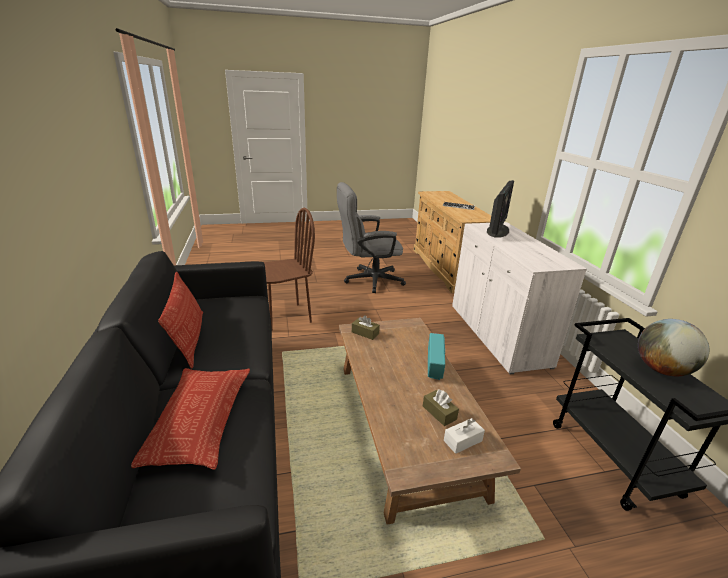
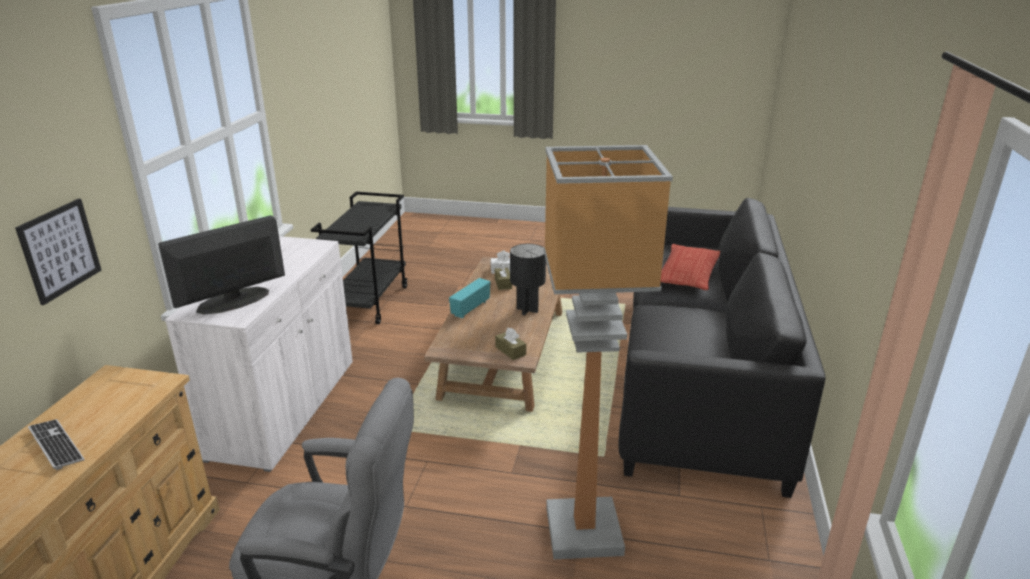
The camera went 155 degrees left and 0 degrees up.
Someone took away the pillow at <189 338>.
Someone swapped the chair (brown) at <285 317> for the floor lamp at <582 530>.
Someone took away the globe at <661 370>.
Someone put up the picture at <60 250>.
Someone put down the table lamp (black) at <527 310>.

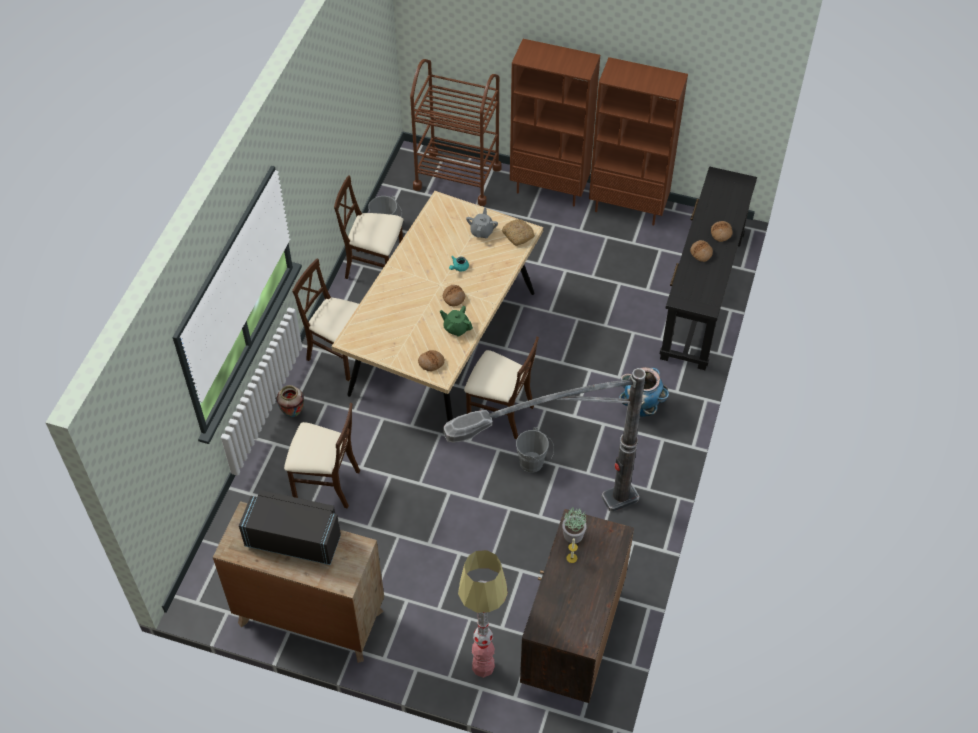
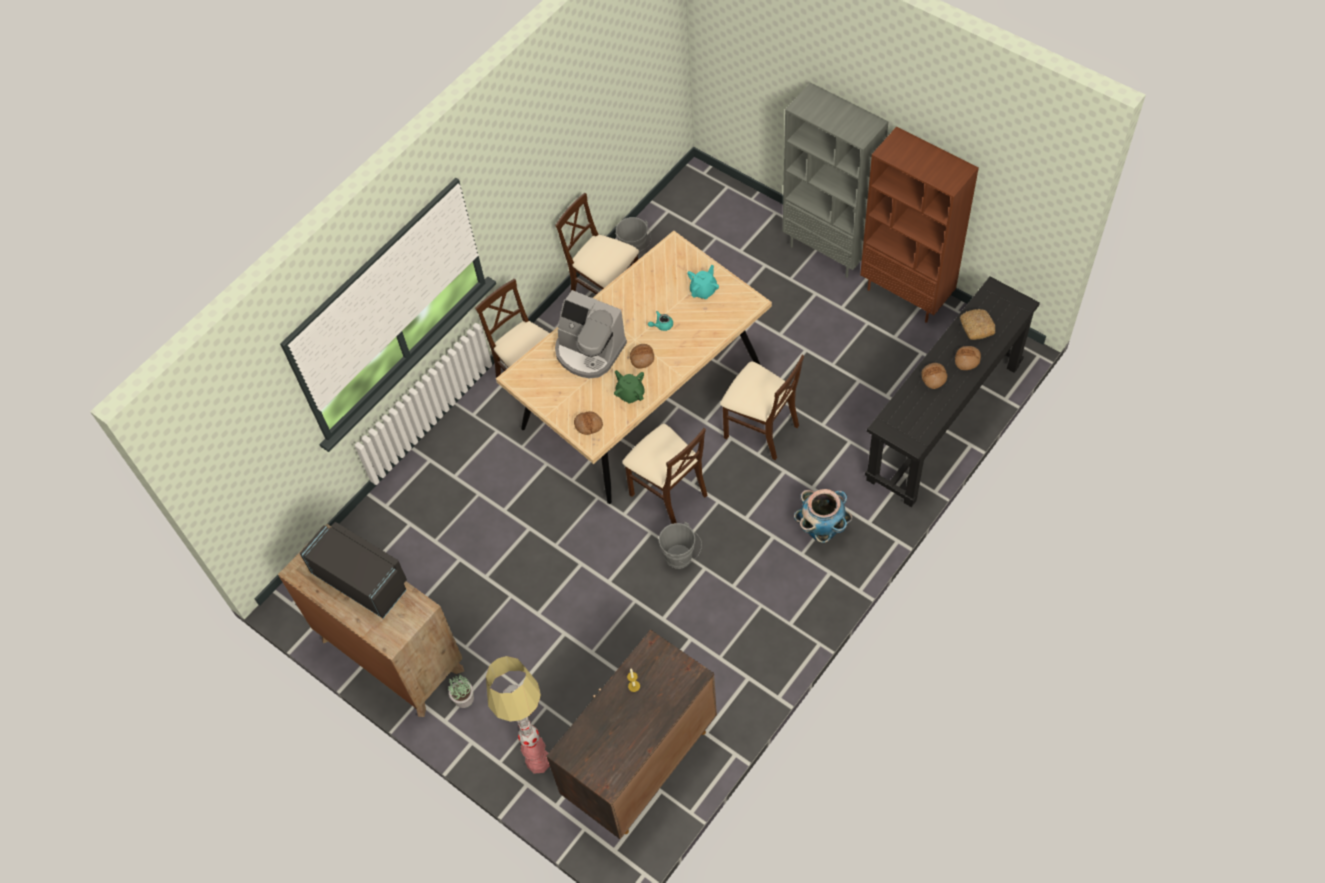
The camera went 25 degrees right and 5 degrees up.
Someone took away the vase at <293 413>.
Someone carried the chair (beige) from <326 484> to <761 429>.
Someone took away the cart (brown) at <457 178>.
Someone took away the floor lamp at <545 527>.
Someone repainted the teapot (grey) at <482 231>, which became the teapot (turquoise) at <703 290>.
Someone carried the bread from <517 235> to <976 327>.
Someone repainted the bookcase (brown) at <550 189>, which became the bookcase (grey) at <828 251>.
Someone carried the potted plant from <573 535> to <464 699>.
Someone put down the coffee machine at <589 351>.

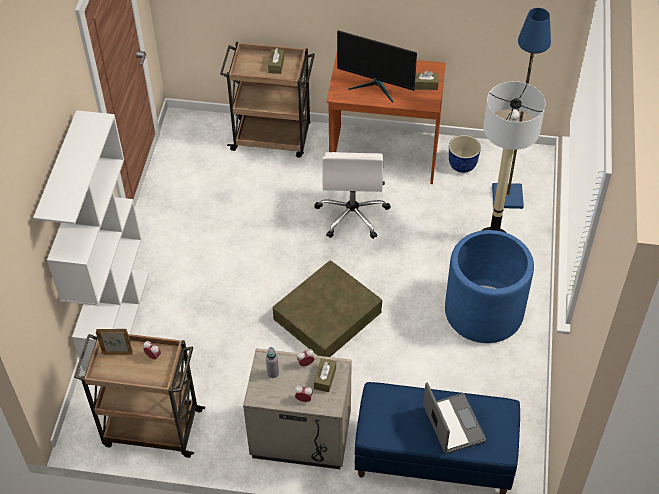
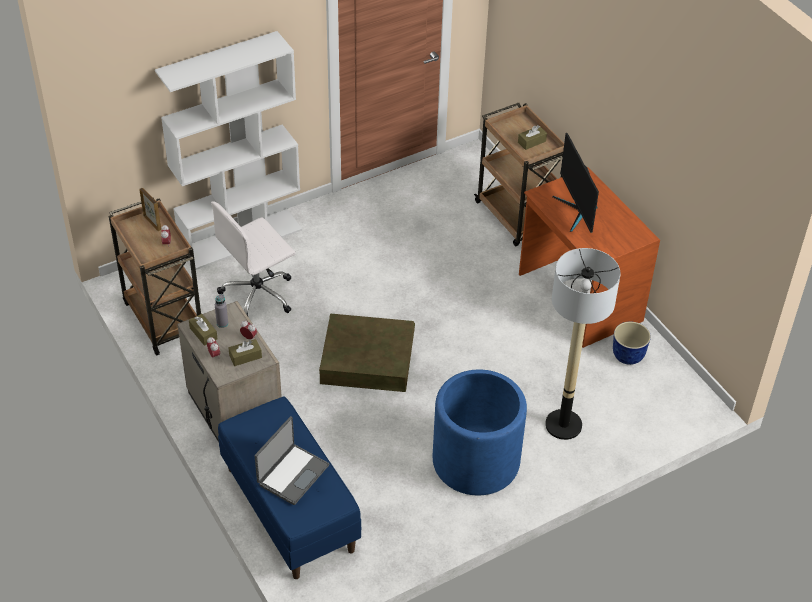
The camera went 50 degrees right and 5 degrees down.
Someone carried the office chair (white) from <352 214> to <259 293>.
Someone carried the tissue box (brown) from <425 85> to <203 333>.
Someone took away the floor lamp (blue) at <508 197>.

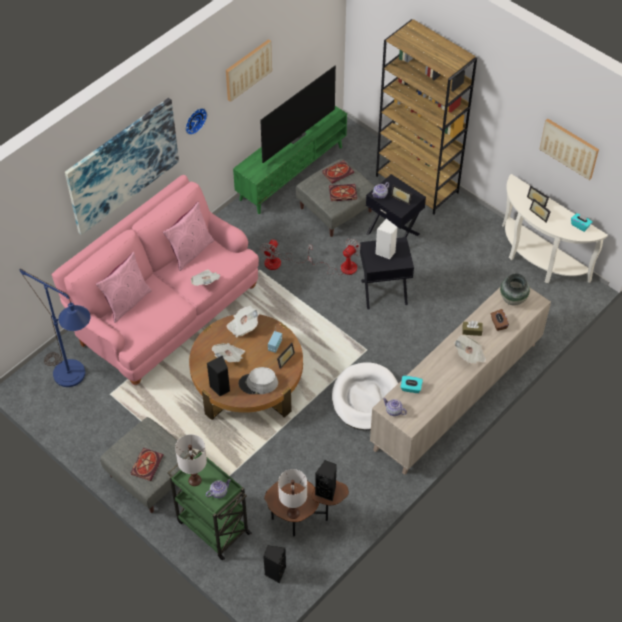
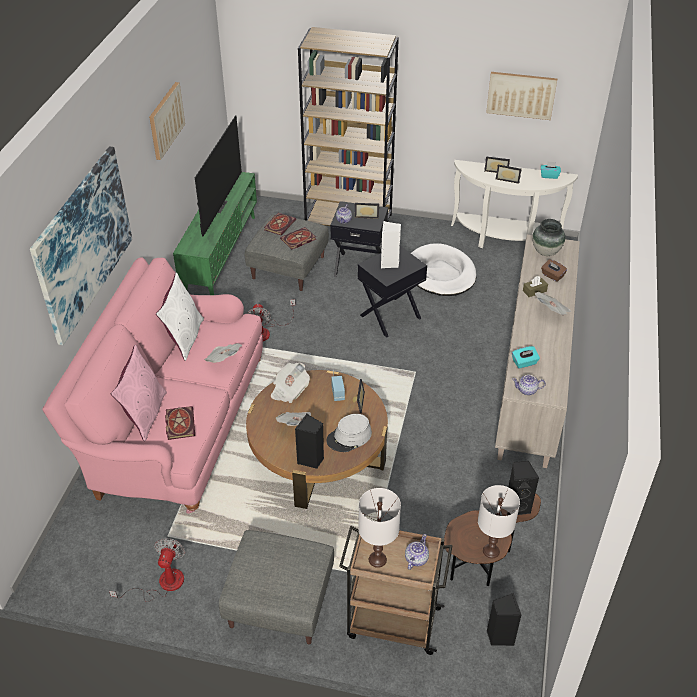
The camera went 30 degrees left and 10 degrees down.
Someone took away the floor lamp (blue) at <75 379>.
Someone carried the book from <146 464> to <179 423>.
Someone repainted the pillow (pink) at <190 251>, which became the pillow (white) at <184 338>.
Someone repainted the cart (green) at <212 526>, which became the cart (brown) at <392 622>.
Someone took away the wall clock at <194 120>.
Someone carried the fan from <342 268> to <162 584>.
Someone carried the dog bed (white) from <365 398> to <440 273>.

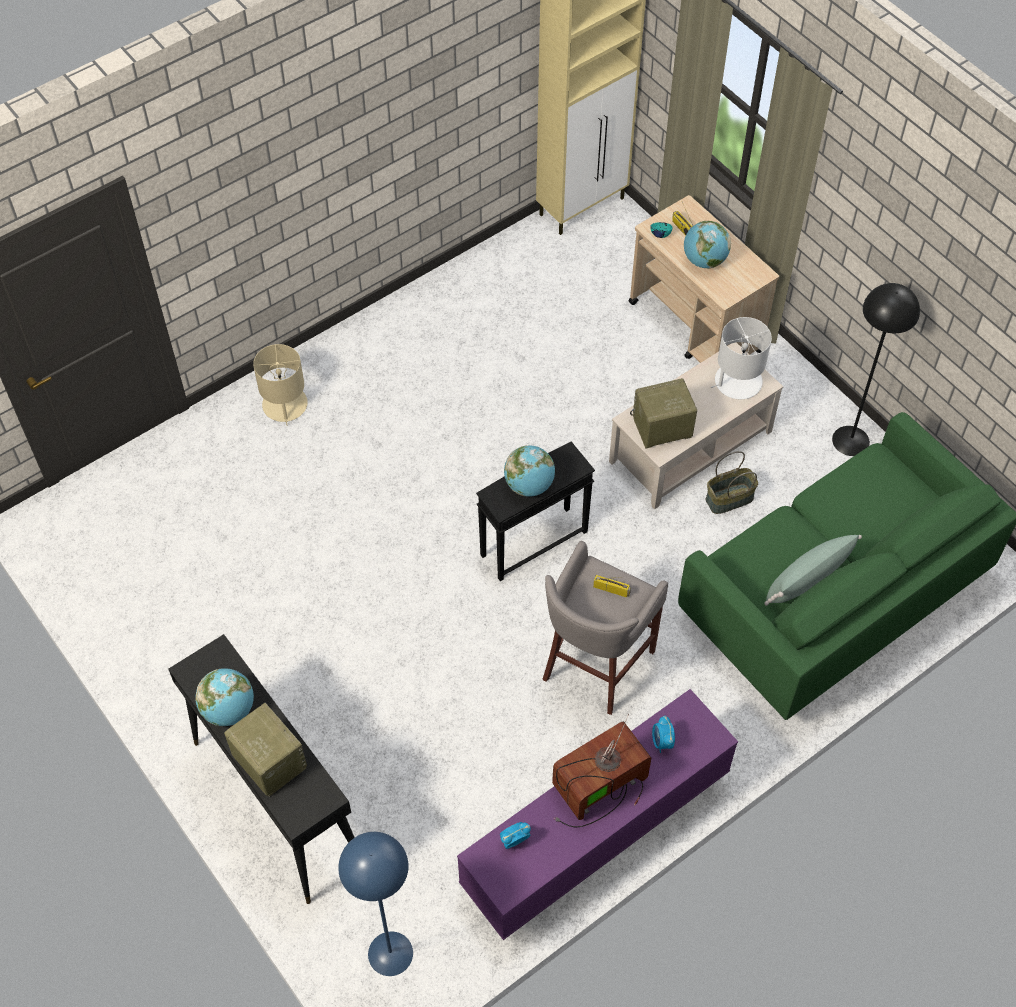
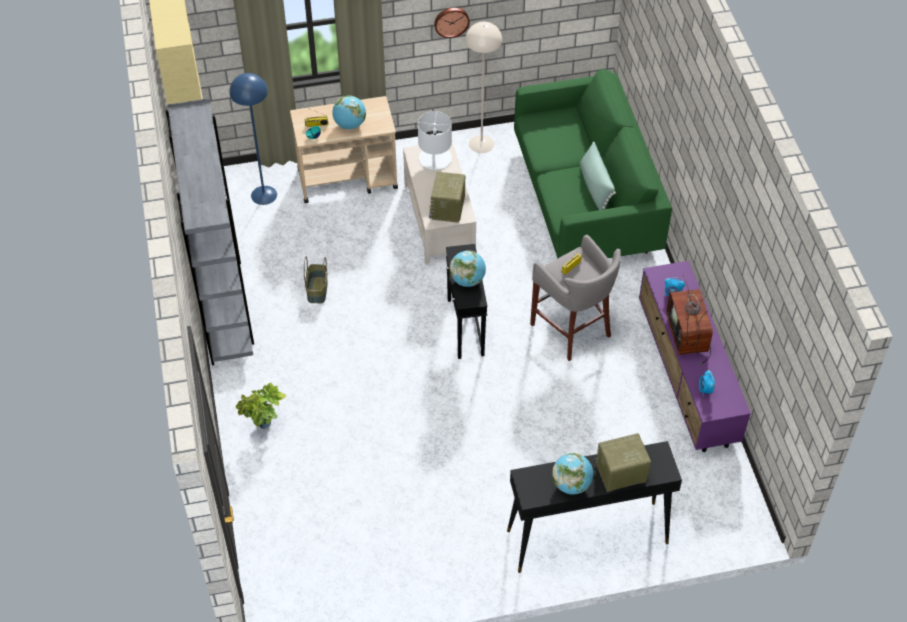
The camera went 65 degrees left and 5 degrees down.
Someone swapped the table lamp (beige) at <285 405> for the potted plant at <264 426>.
Someone carried the floor lamp (blue) from <390 953> to <263 195>.
Someone carried the basket from <729 499> to <318 290>.
Someone repainted the floor lamp (black) at <851 441>, which became the floor lamp (beige) at <481 144>.
Someone put down the bookcase (grey) at <225 305>.
Someone put up the wall clock at <451 21>.

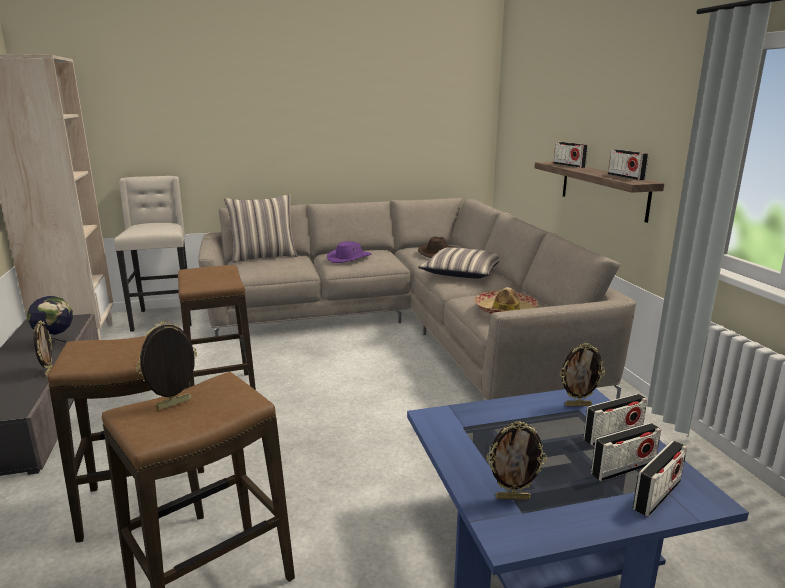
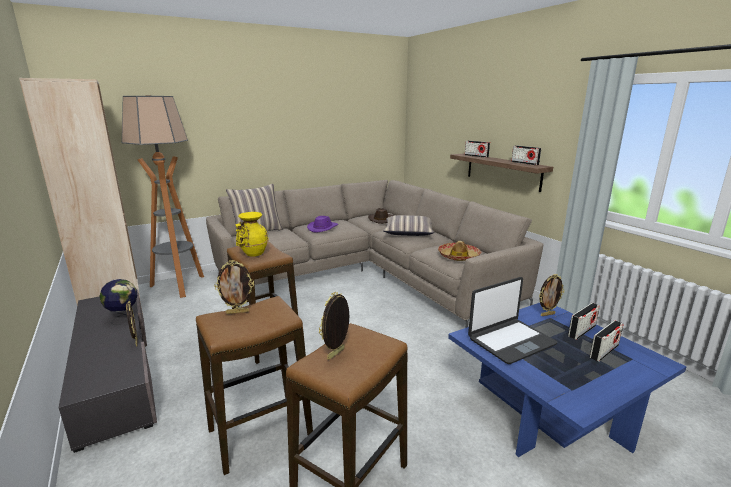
The camera went 15 degrees left and 0 degrees up.
Someone swapped the stool (beige) at <164 318> for the floor lamp at <179 286>.
Someone carried the picture frame from <512 497> to <237 312>.
Someone took away the radio at <657 495>.
Someone put down the vase (yellow) at <253 254>.
Someone put down the laptop at <510 341>.

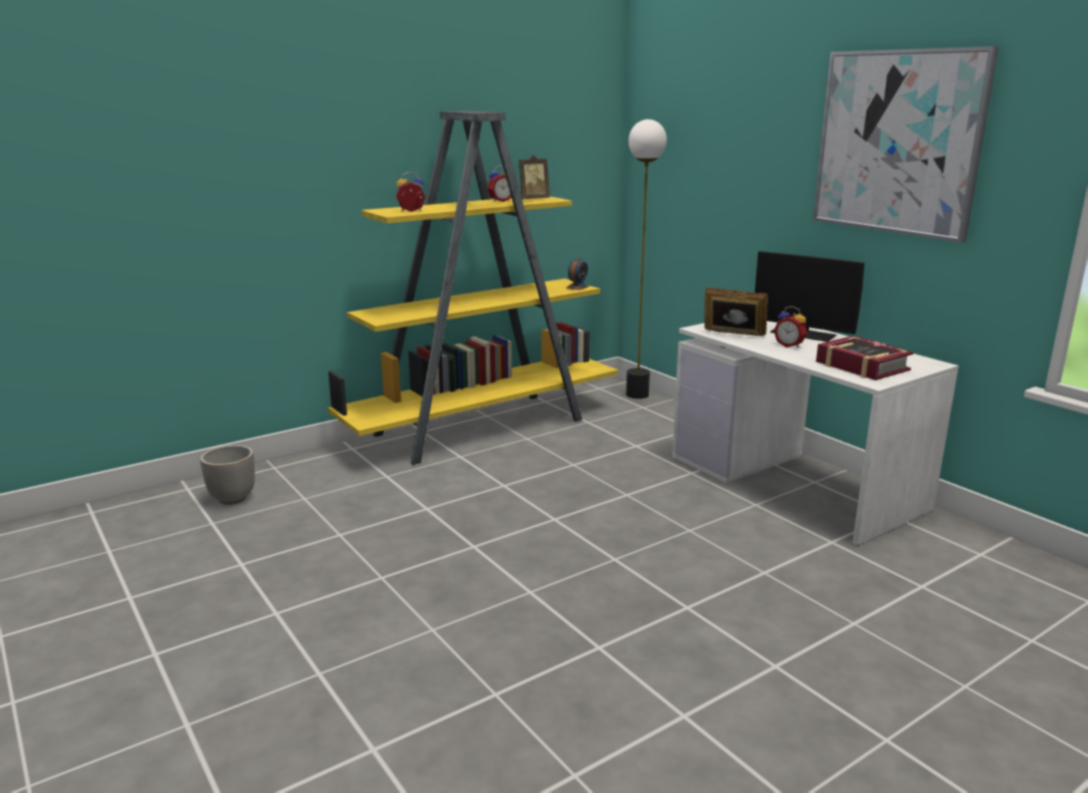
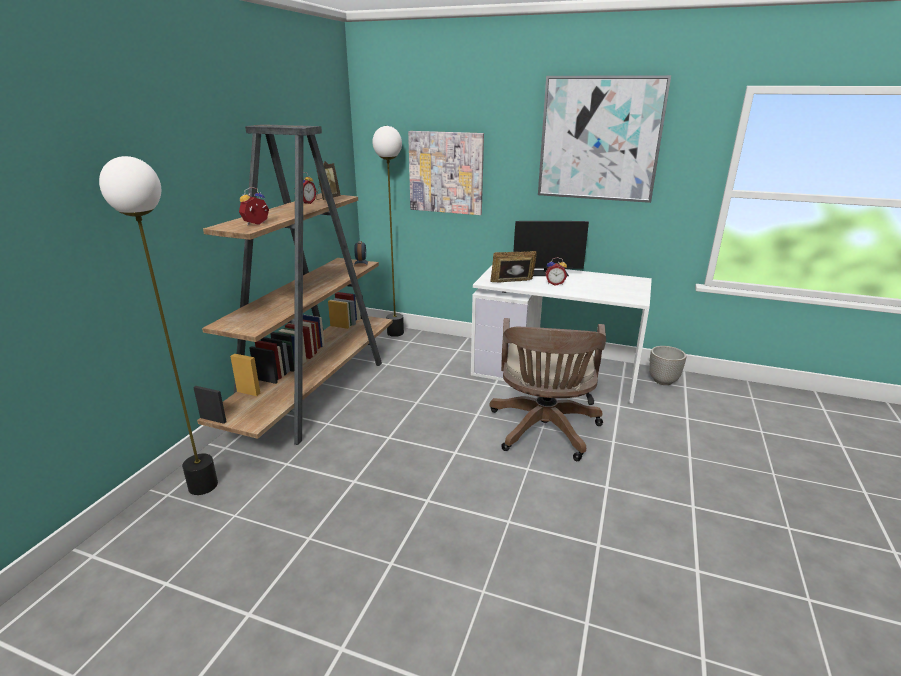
The camera went 35 degrees left and 5 degrees up.
Someone carried the planter from <233 499> to <663 381>.
Someone repainted the bookcase (yellow) at <483 427>, which became the bookcase (brown) at <315 391>.
Someone took away the book at <861 366>.
Someone put down the floor lamp at <202 486>.
Someone put up the picture at <446 172>.
Someone put down the office chair (brown) at <544 432>.

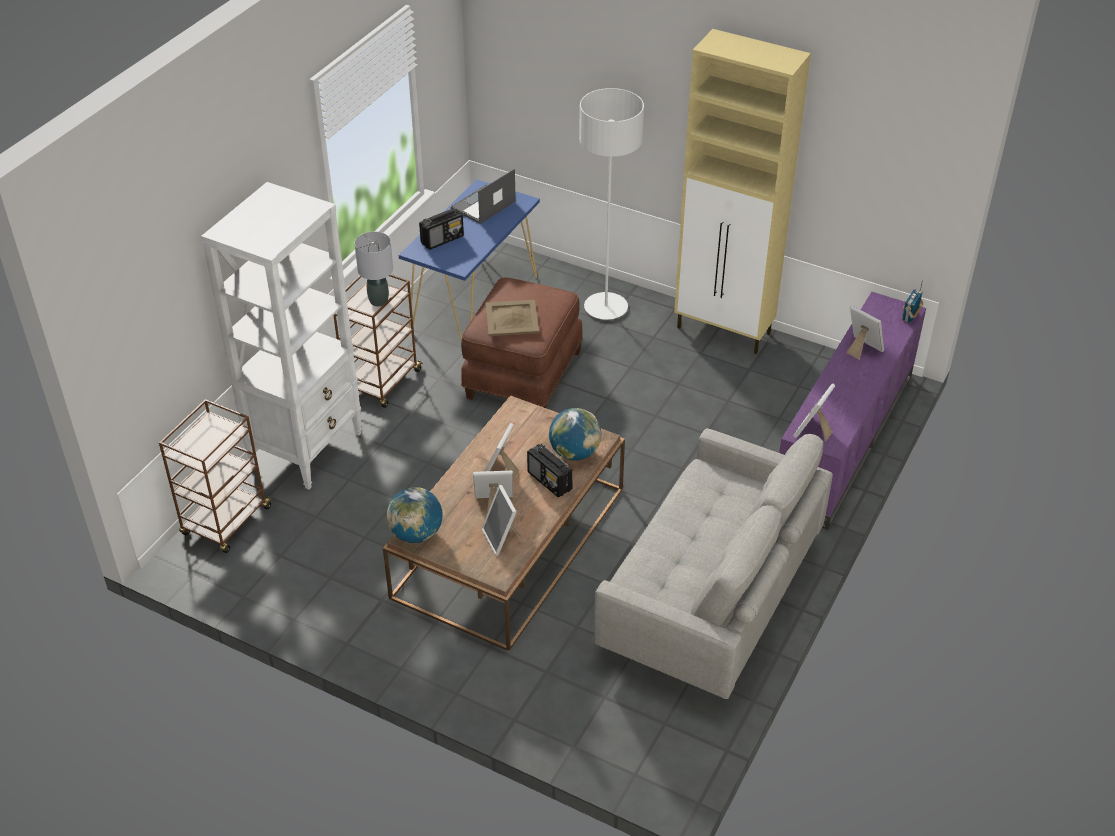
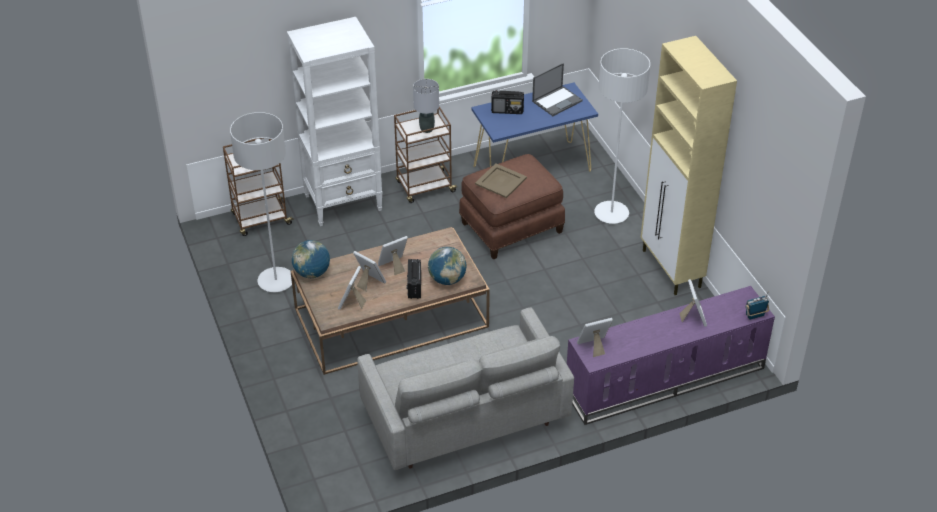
The camera went 40 degrees right and 0 degrees up.
Someone rotated the laptop at <483 205> by 150 degrees clockwise.
Someone put down the floor lamp (grey) at <276 281>.

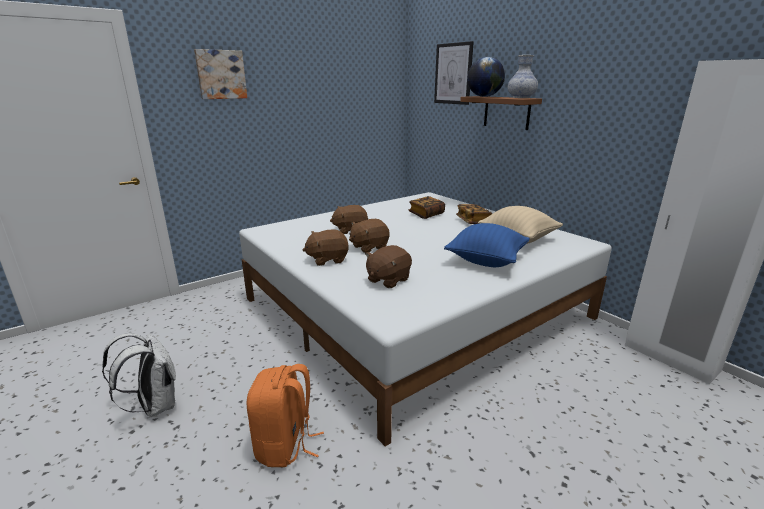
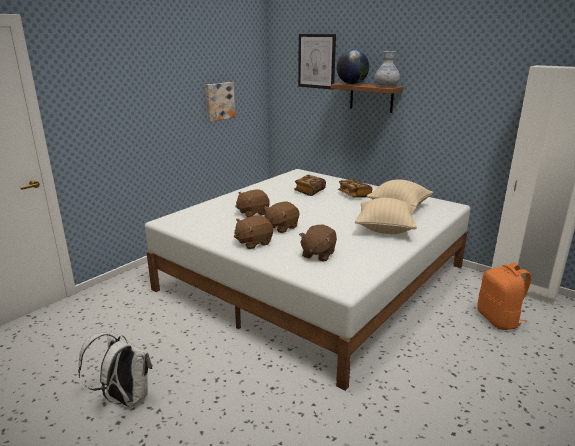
The camera went 15 degrees left and 0 degrees up.
Someone carried the picture from <221 74> to <219 101>.
Someone carried the backpack (orange) from <285 445> to <499 320>.
Someone repainted the pillow (blue) at <486 261>, which became the pillow (beige) at <385 229>.

